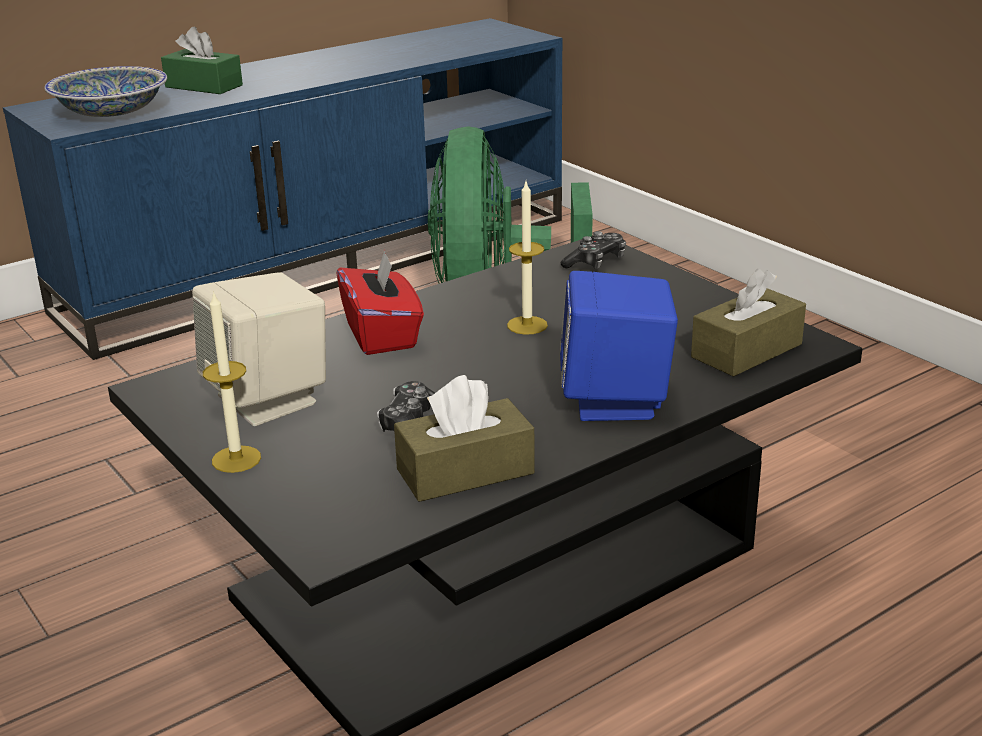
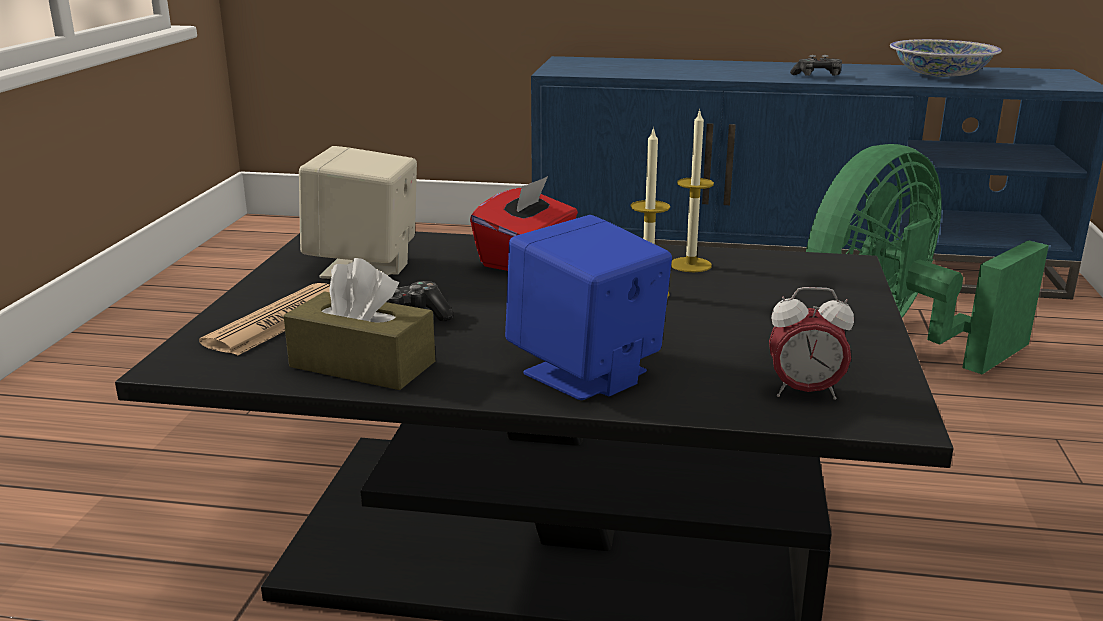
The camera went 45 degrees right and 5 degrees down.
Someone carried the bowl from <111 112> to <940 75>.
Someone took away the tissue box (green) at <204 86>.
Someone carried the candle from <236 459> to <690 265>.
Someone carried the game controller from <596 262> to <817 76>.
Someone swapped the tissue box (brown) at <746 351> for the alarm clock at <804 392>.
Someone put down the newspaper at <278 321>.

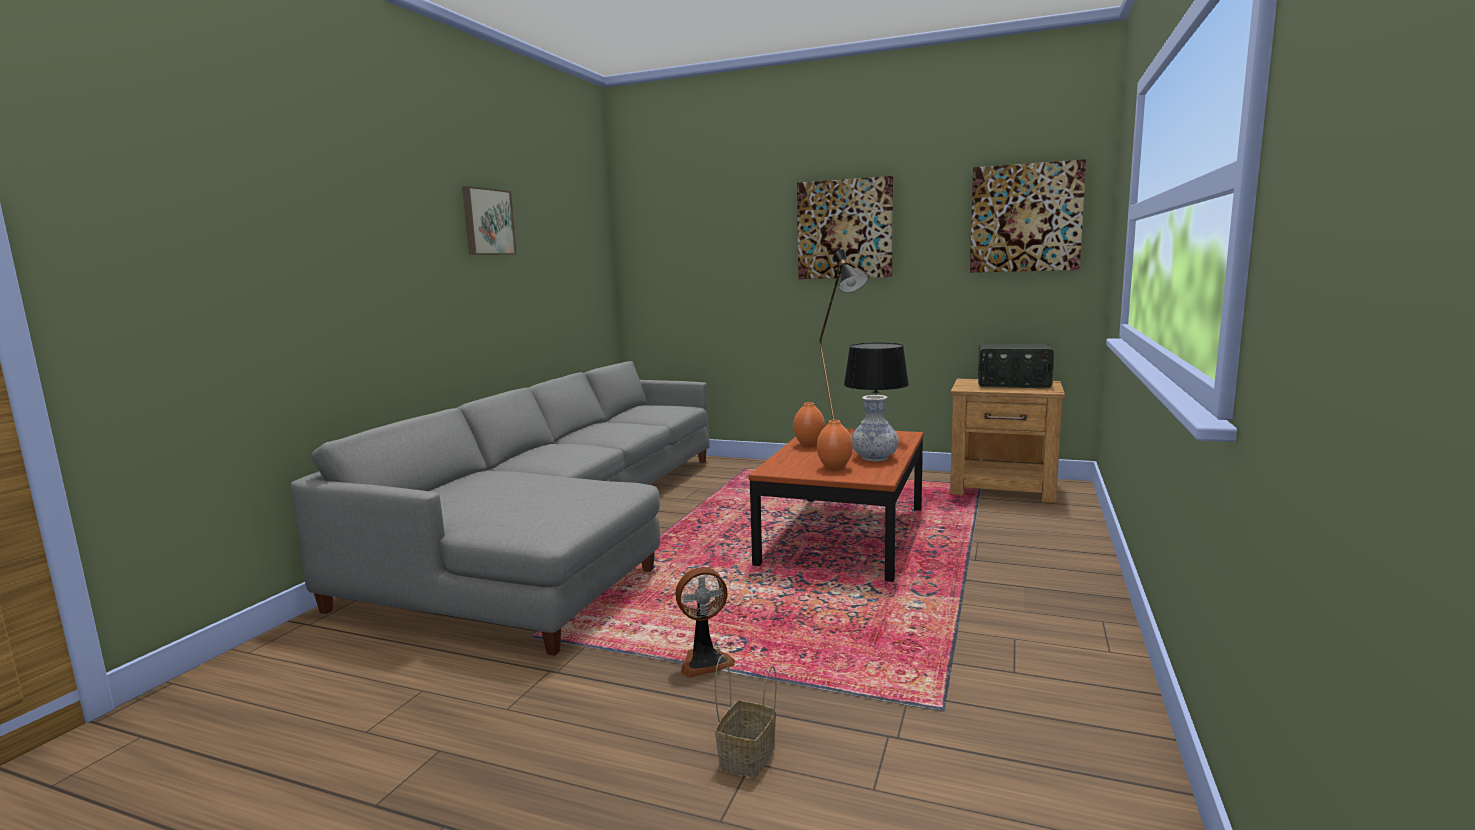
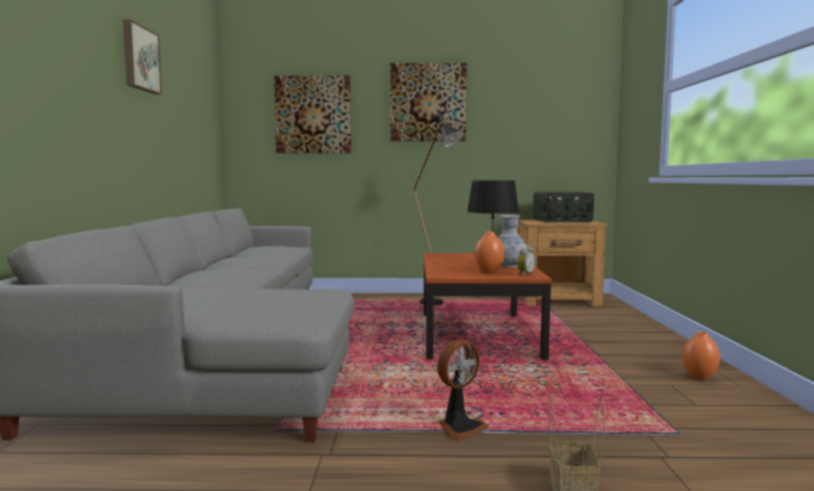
The camera went 20 degrees left and 5 degrees down.
Someone carried the vase (orange) from <809 445> to <699 377>.
Someone carried the picture from <1025 218> to <313 115>.
Someone put down the alarm clock at <524 275>.

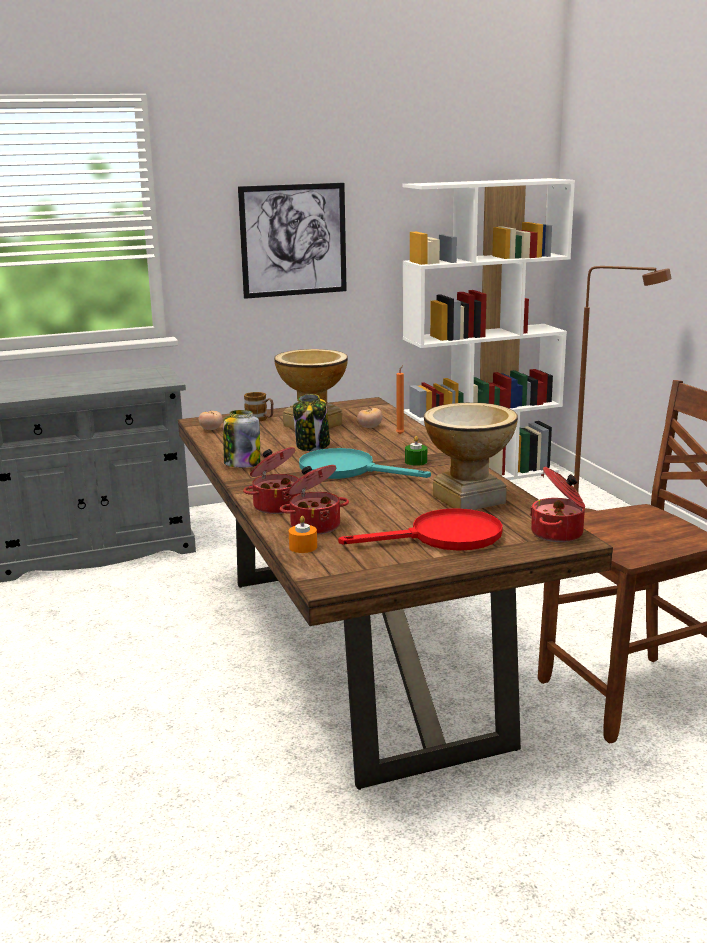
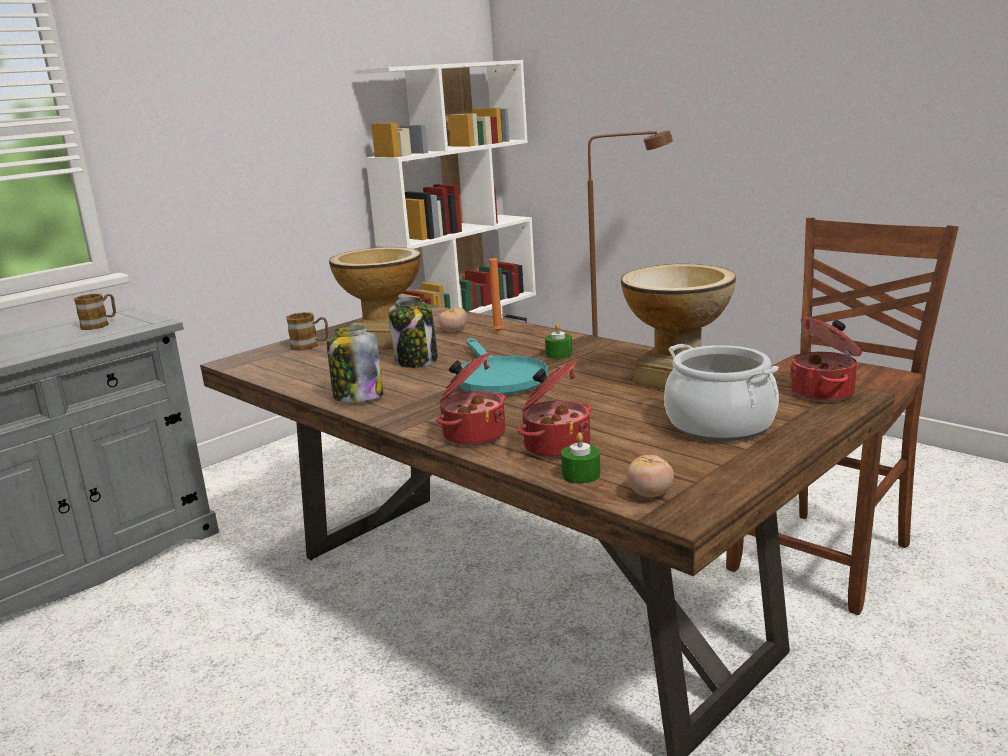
The camera went 25 degrees left and 0 degrees up.
Someone carried the tomato from <211 429> to <650 494>.
Someone took away the picture at <293 240>.
Someone repainted the candle (orange) at <303 547>, which became the candle (green) at <581 475>.
Someone rotated the frying pan (turquoise) at <347 470> by 105 degrees counterclockwise.
Someone swapped the frying pan (red) at <443 537> for the cooking pot at <720 424>.
Someone put down the mug at <100 324>.

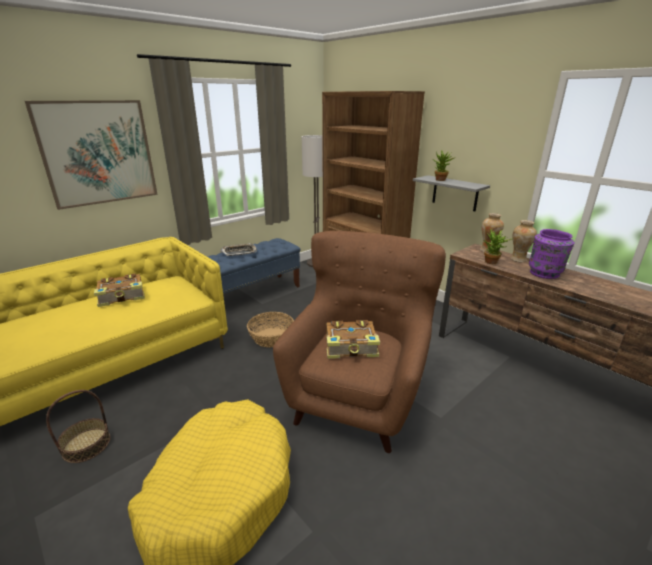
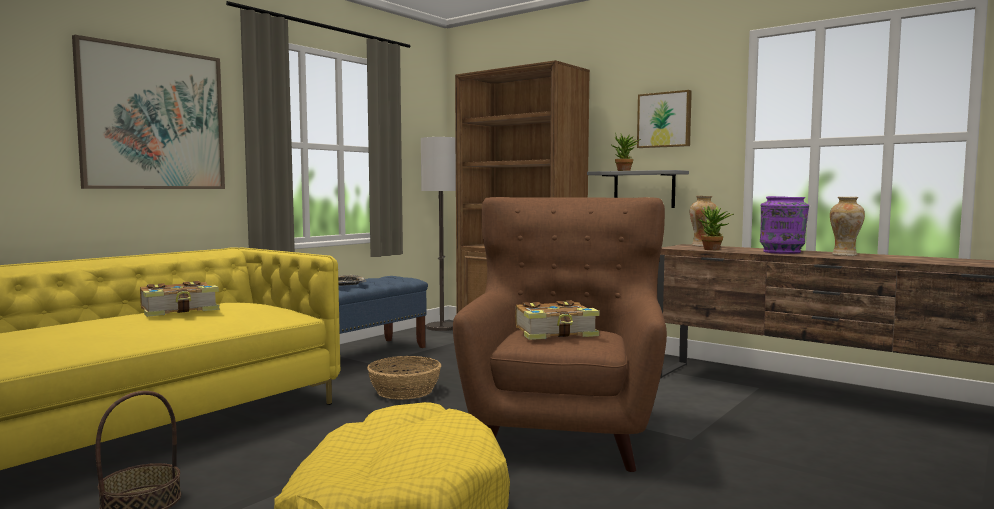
The camera went 10 degrees left and 20 degrees down.
Someone carried the vase from <518 260> to <845 255>.
Someone put up the picture at <664 120>.

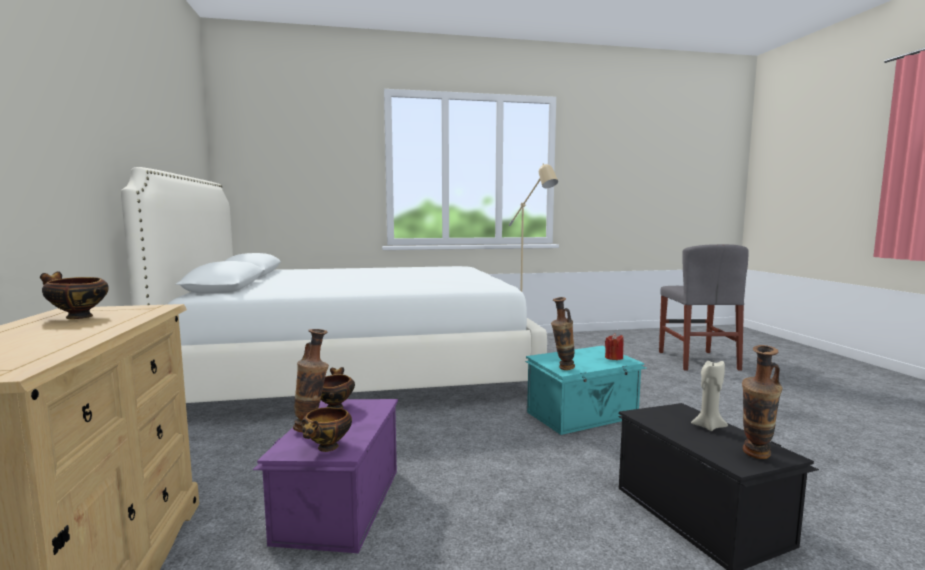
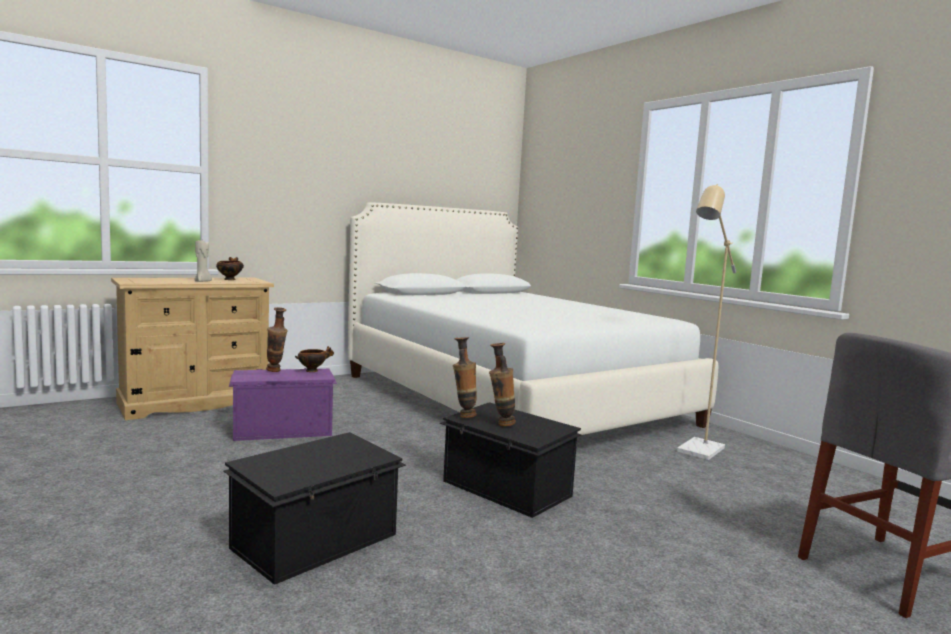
The camera went 65 degrees right and 0 degrees up.
Someone took away the bowl at <327 448>.
Someone repainted the storage box (turquoise) at <583 415>, which became the storage box (black) at <506 489>.
Someone took away the candle (red) at <613 358>.
Someone carried the candle (beige) from <708 426> to <203 281>.
Someone carried the vase from <755 457> to <500 424>.

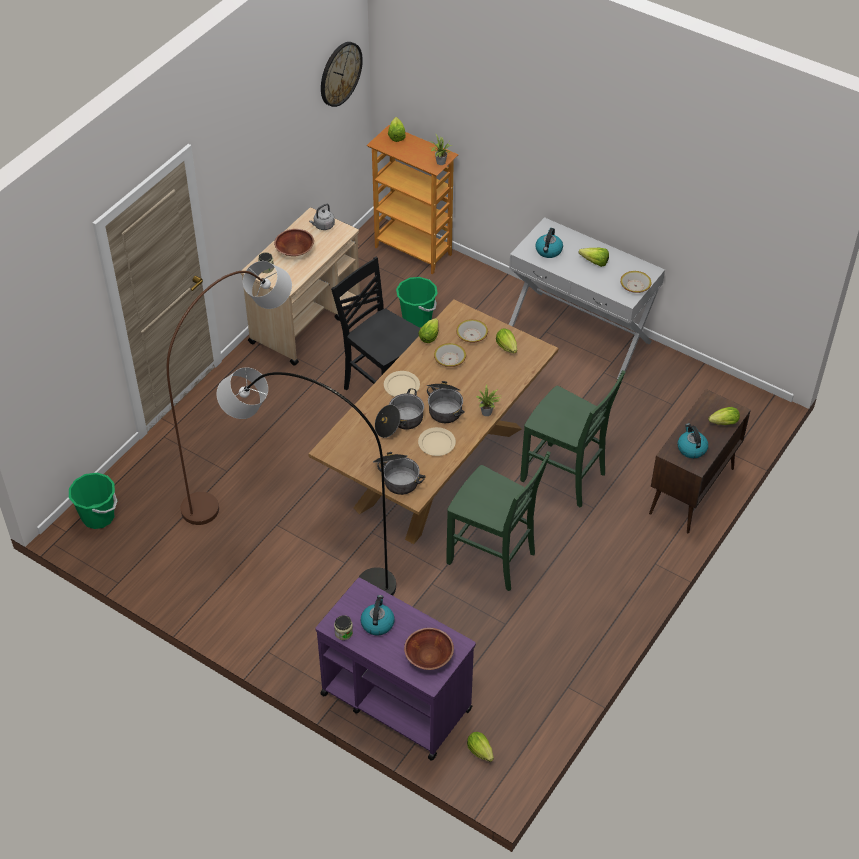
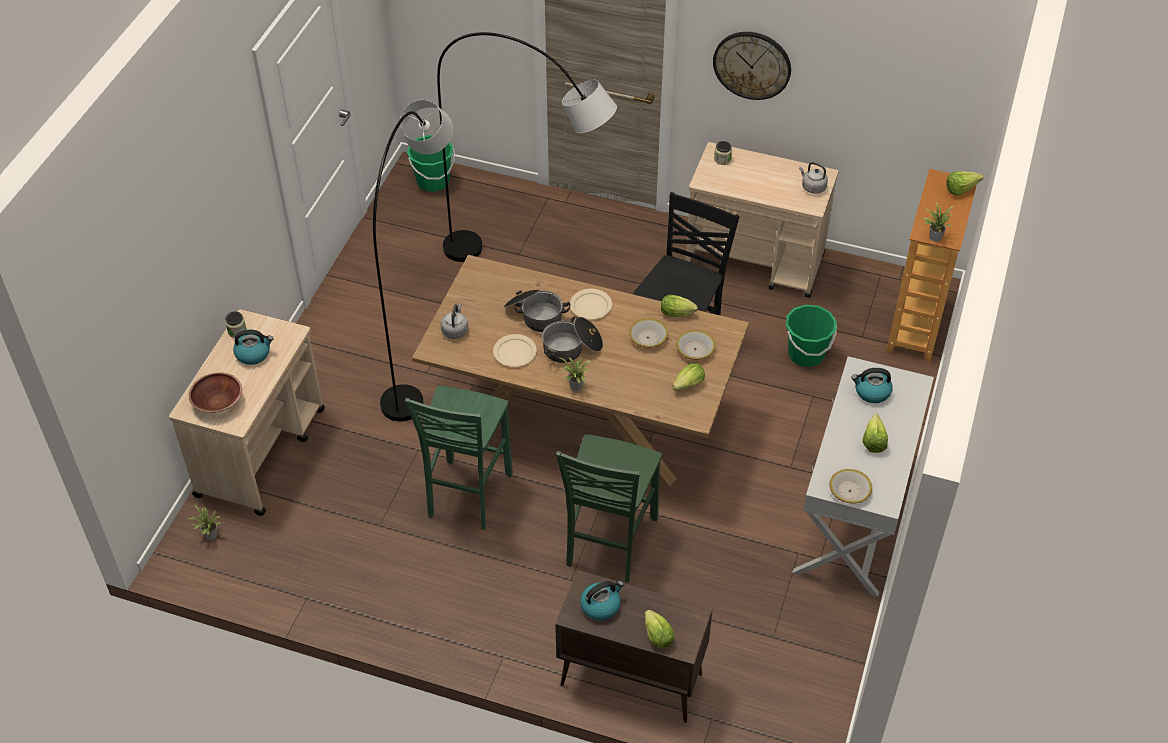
The camera went 75 degrees right and 0 degrees up.
Someone repainted the floor lamp (brown) at <246 465>, which became the floor lamp (grey) at <531 266>.
Someone took away the bowl (brown) at <295 251>.
Someone repainted the cart (purple) at <395 701>, which became the cart (beige) at <261 451>.
Someone carried the wall clock from <340 73> to <752 65>.
Someone swapped the cooking pot at <397 477> for the kettle (grey) at <455 330>.
Someone swapped the chair (green) at <493 558> for the stool (green) at <467 496>.
Someone swapped the lettuce at <481 753> for the potted plant at <209 536>.

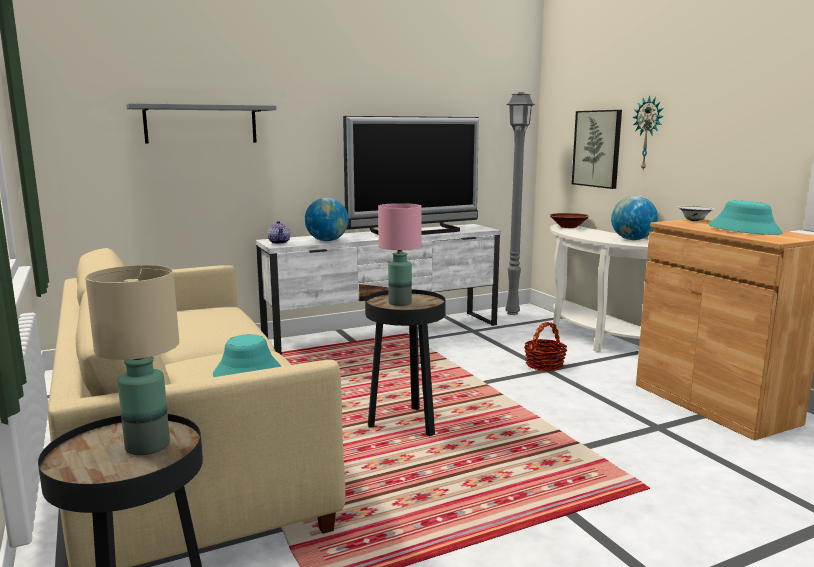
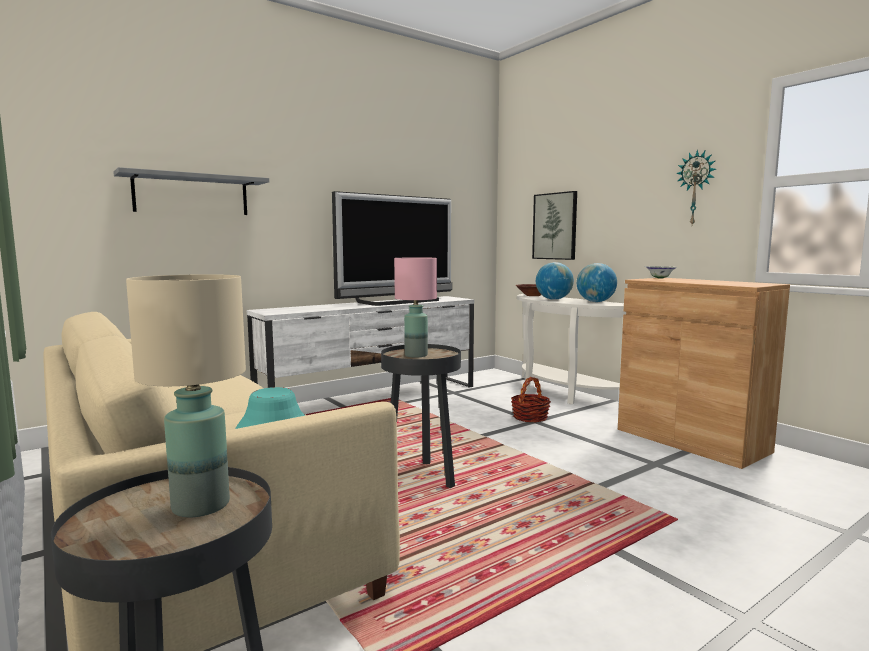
The camera went 10 degrees left and 5 degrees down.
Someone took away the teapot at <279 242>.
Someone carried the globe from <327 241> to <553 299>.
Someone took away the floor lamp (grey) at <513 313>.
Someone carried the wall clock from <648 133> to <696 188>.
Someone took away the hat (turquoise) at <744 230>.

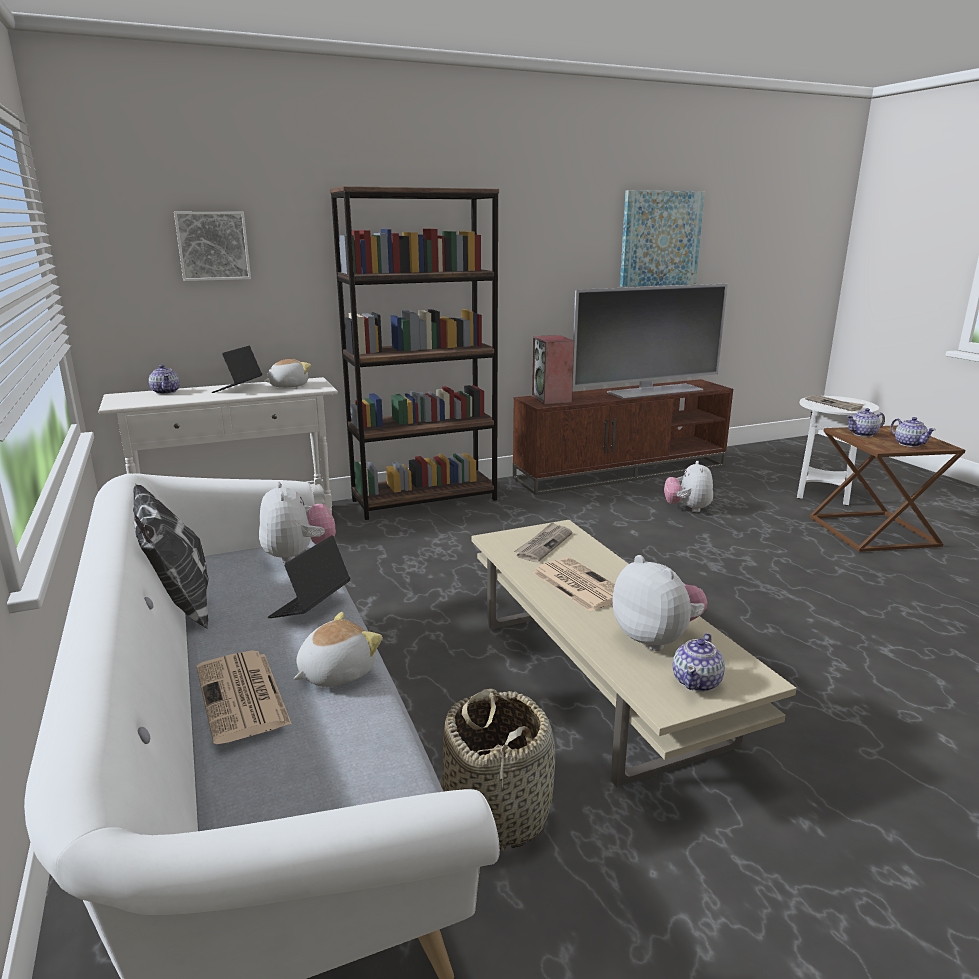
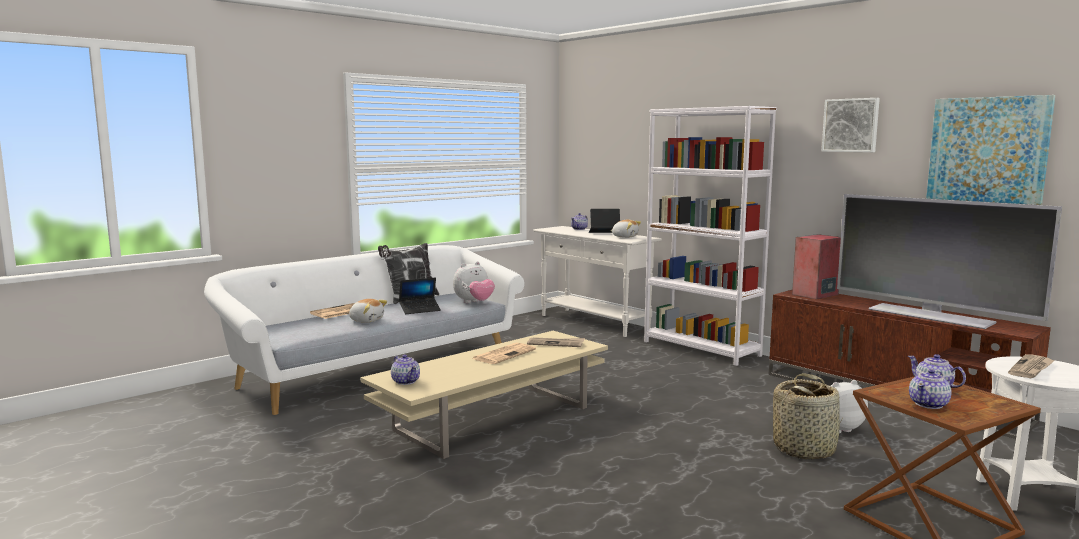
The camera went 70 degrees right and 10 degrees down.
Someone carried the picture from <213 246> to <851 125>.
Someone rotated the laptop at <310 606> by 150 degrees clockwise.
Someone repainted the bookcase (brown) at <425 500>, which became the bookcase (white) at <701 349>.
Someone carried the basket from <497 811> to <804 449>.
Someone took away the plush toy at <656 638>.
Someone rotated the teapot at <697 681> by 135 degrees counterclockwise.

